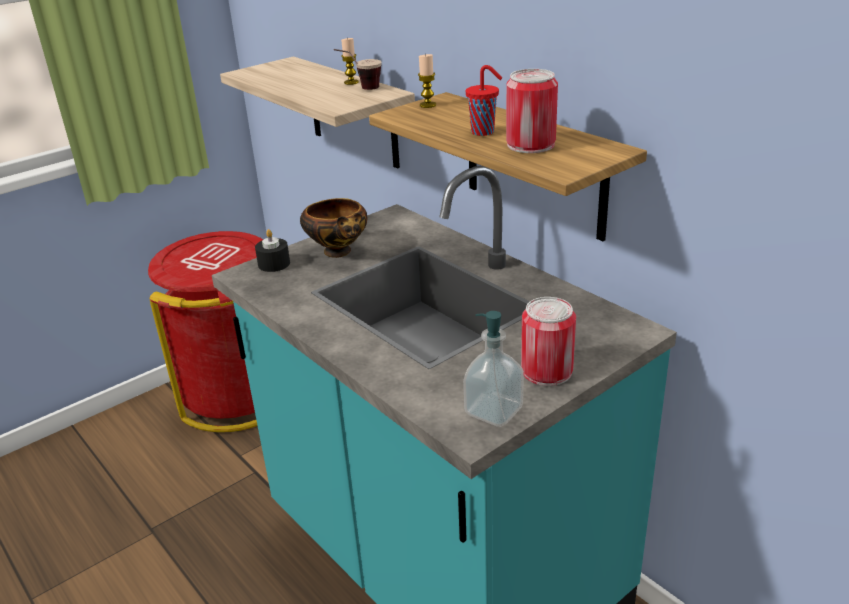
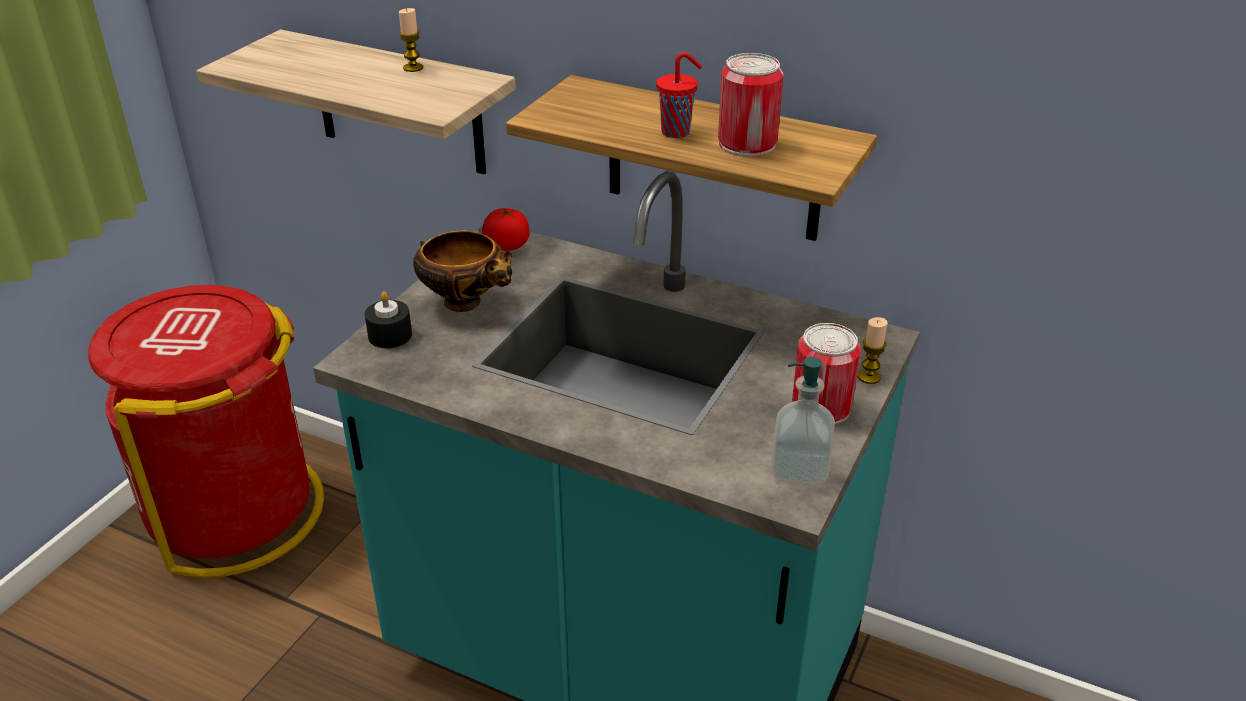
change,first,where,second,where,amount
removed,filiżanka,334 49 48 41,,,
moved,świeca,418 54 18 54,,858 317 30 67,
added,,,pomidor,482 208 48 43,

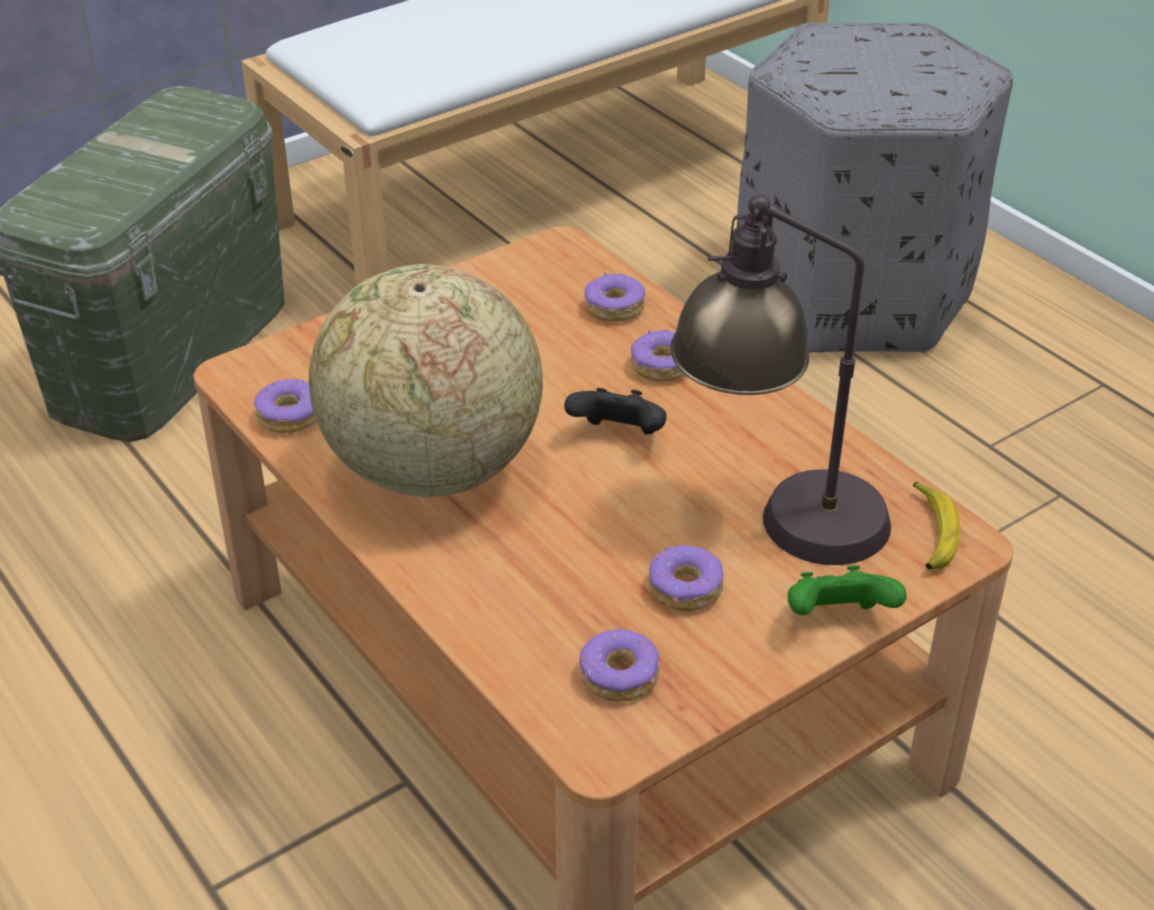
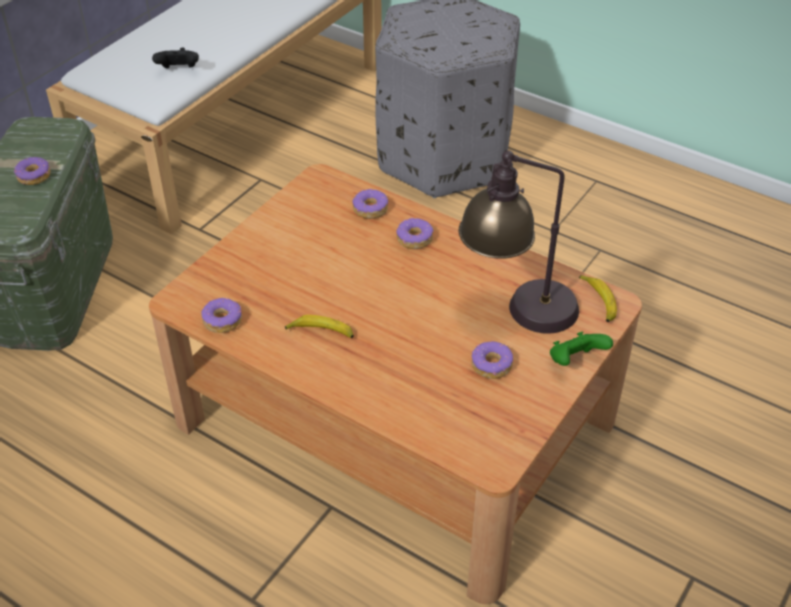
change,first,where,second,where,amount
replaced,globus,309 264 234 233,banan,285 315 69 23,
moved,pad do gier (czarny),564 388 103 46,,152 48 47 20,
moved,donut,580 629 80 72,,14 157 37 28,

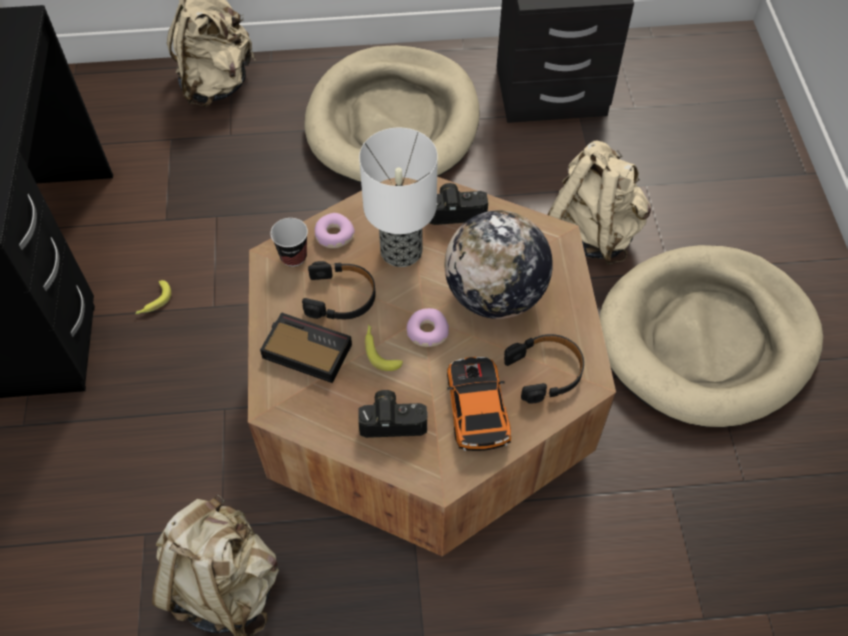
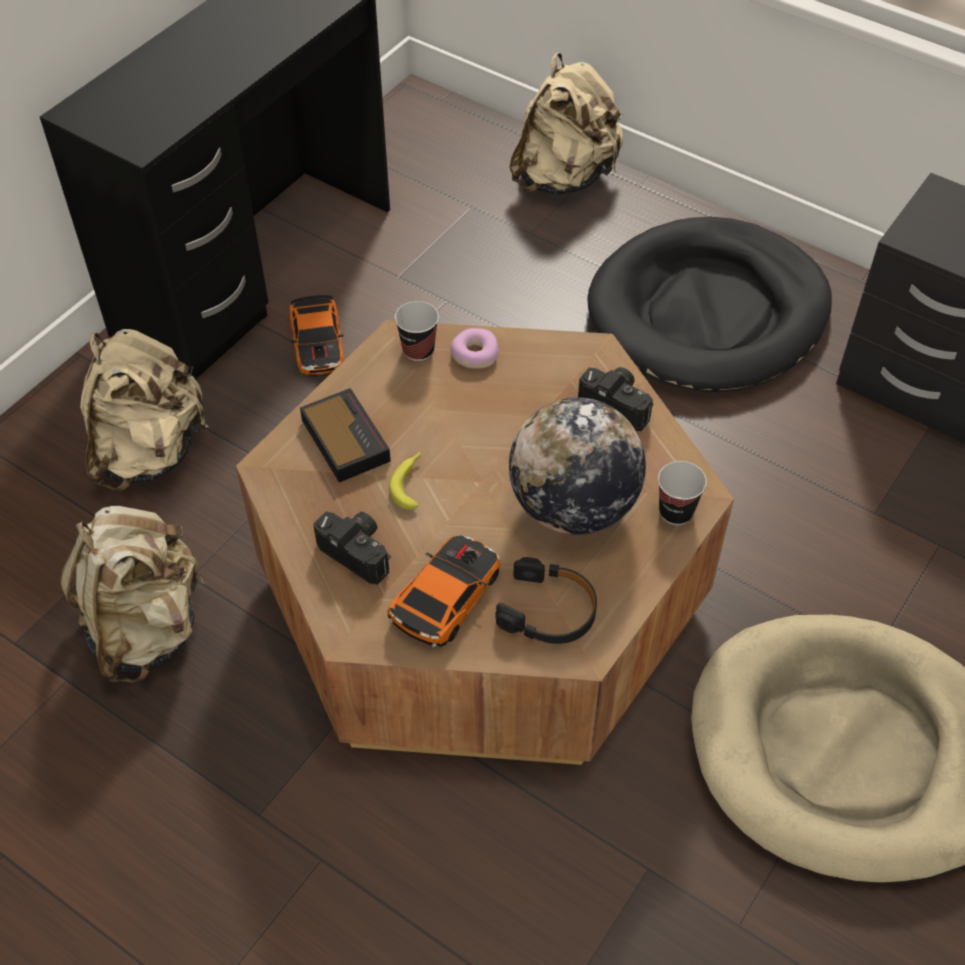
change,first,where,second,where,amount
replaced,banan,136 280 35 34,samochodzik,289 295 55 82,
removed,słuchawki (czarny),302 261 74 59,,,
recoloured,legowisko (beżowy),304 45 176 138,legowisko (czarny),587 217 245 175,
removed,lampa stołowa,359 128 79 139,,,
removed,donut,407 308 42 39,,,
moved,plecak (beżowy),547 140 104 125,,80 329 129 162,
added,,,filiżanka,658 461 49 64,

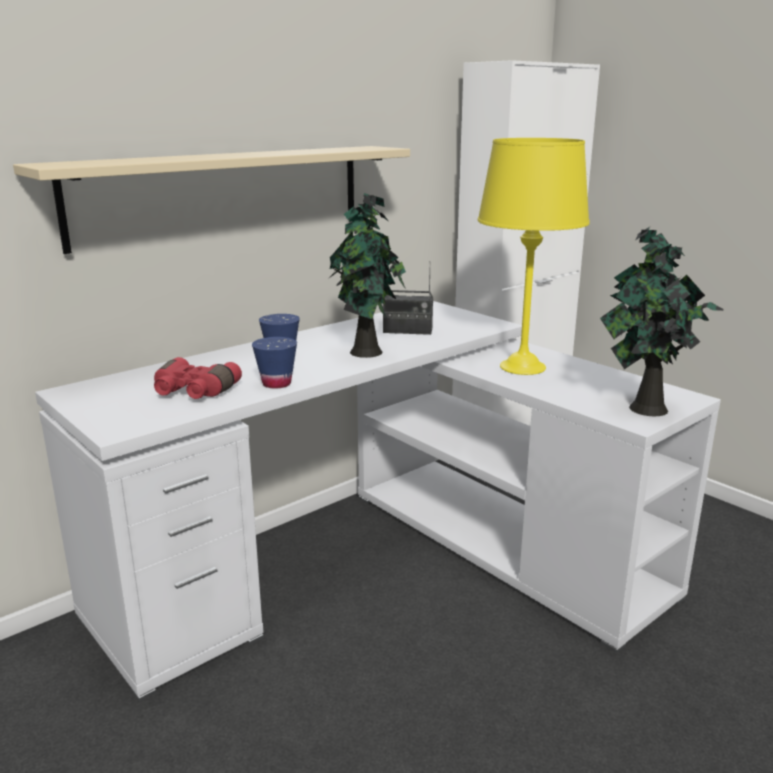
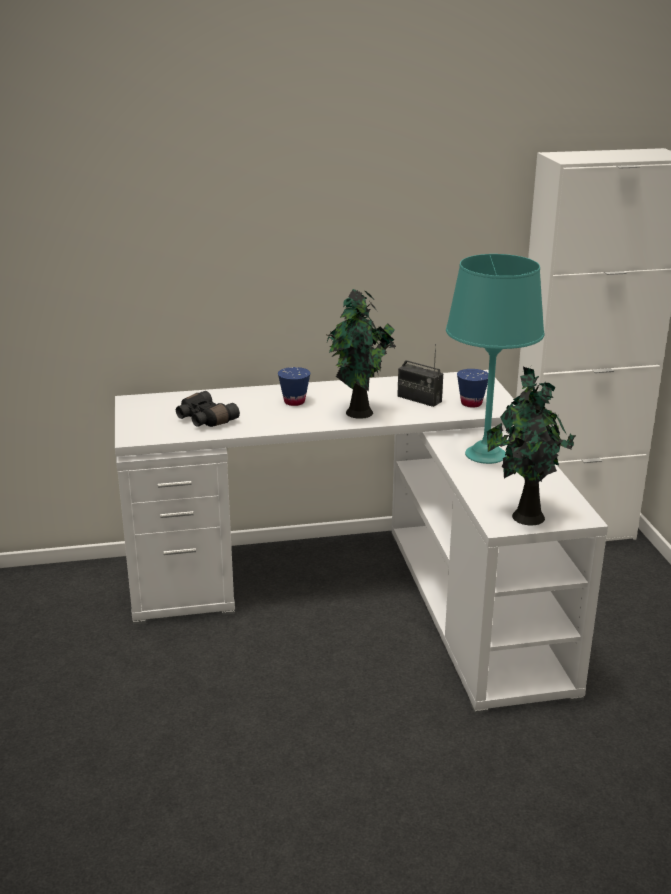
change,first,where,second,where,amount
removed,półka (beżowy),13 146 397 108,,,
recoloured,lornetka (czerwony),154 357 88 42,lornetka (czarny),176 391 64 36,
moved,filiżanka (niebieski),252 337 45 52,,457 369 31 39,
recoloured,lampa stołowa (żółty),478 138 112 237,lampa stołowa (turkusowy),446 254 98 210,

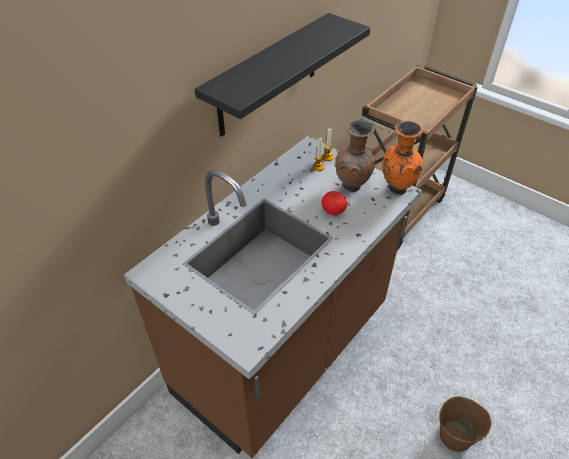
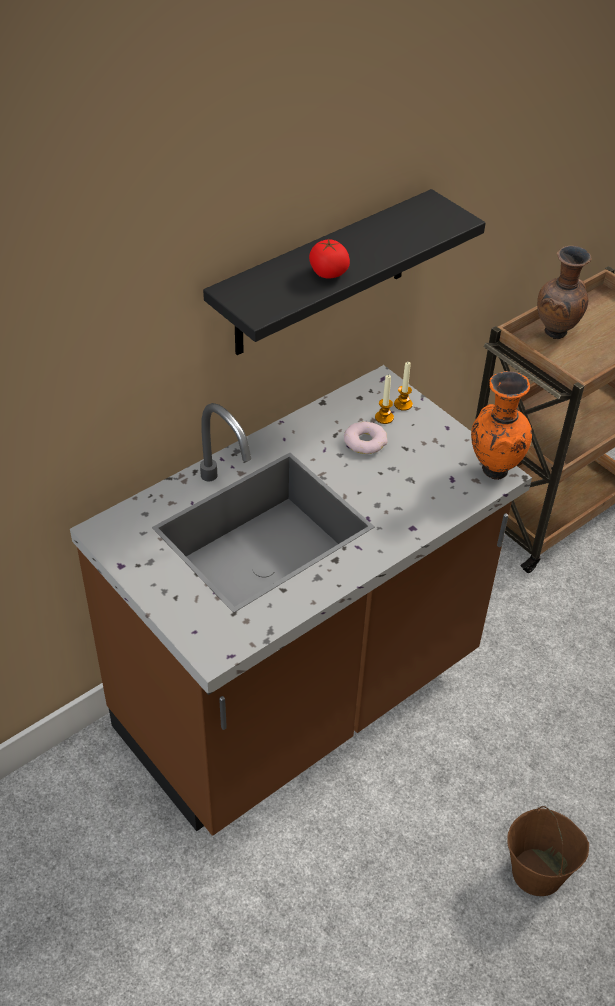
change,first,where,second,where,amount
moved,pomidor,321 191 26 24,,309 238 41 40,
moved,wazon (brązowy),335 120 40 72,,537 246 54 93,
added,,,donut,344 421 44 33,

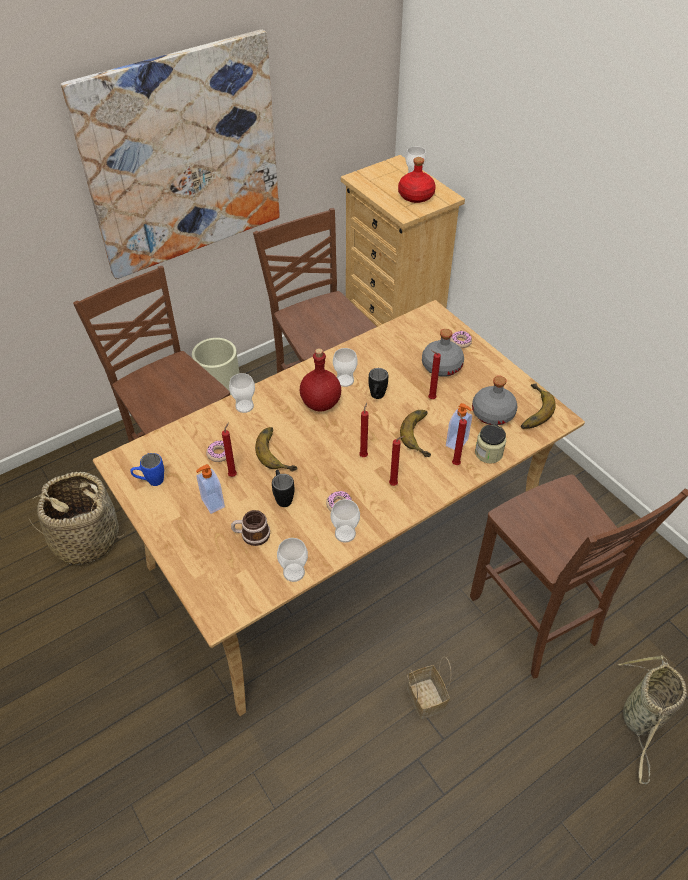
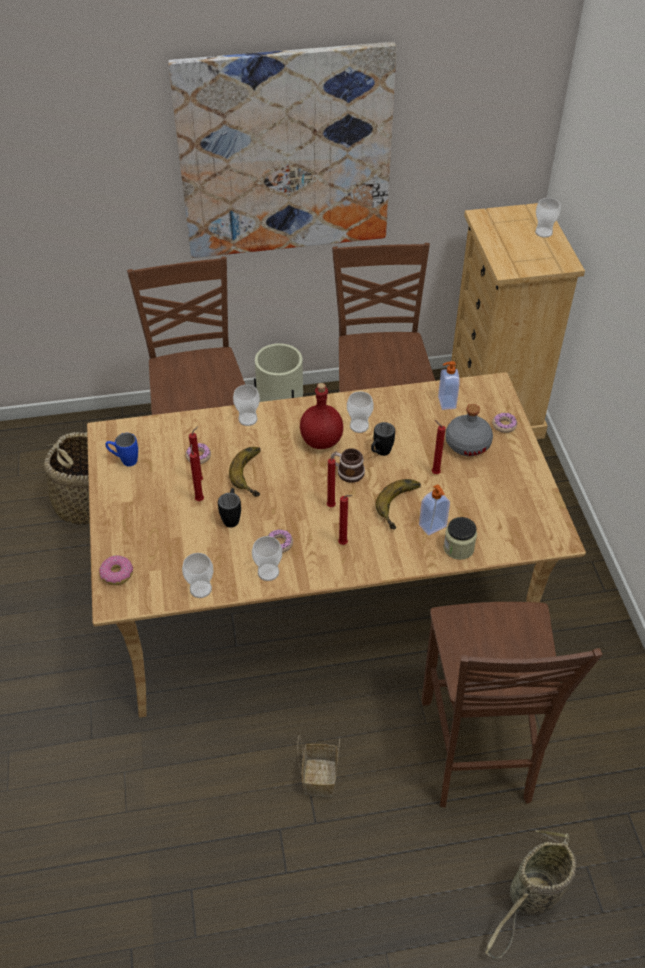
change,first,where,second,where,amount
moved,dozownik mydła,196 464 29 50,,438 361 22 49,
moved,kubek,231 510 39 36,,331 448 34 35,
removed,butelka (czerwony),398 157 38 46,,,
moved,świeca (czerwony),452 412 15 53,,189 444 15 57,
removed,butelka (szary),472 376 46 49,,,
removed,banan,521 383 35 46,,,
added,,,donut,99 555 34 30,

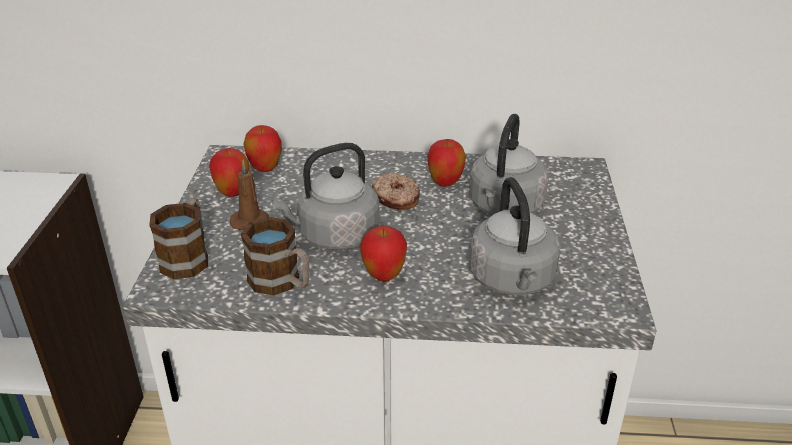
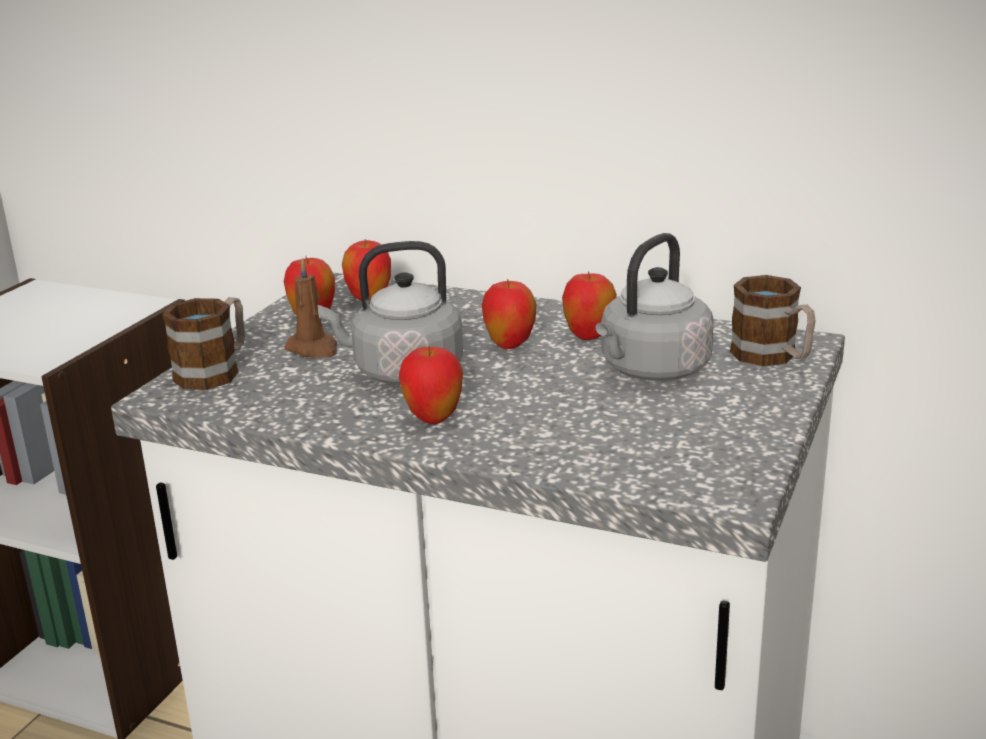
change,first,where,second,where,amount
moved,kubek,241 217 68 79,,730 275 86 91,
replaced,donut,372 173 48 37,jabłko,482 279 55 70,
removed,czajnik (szary),469 177 91 118,,,

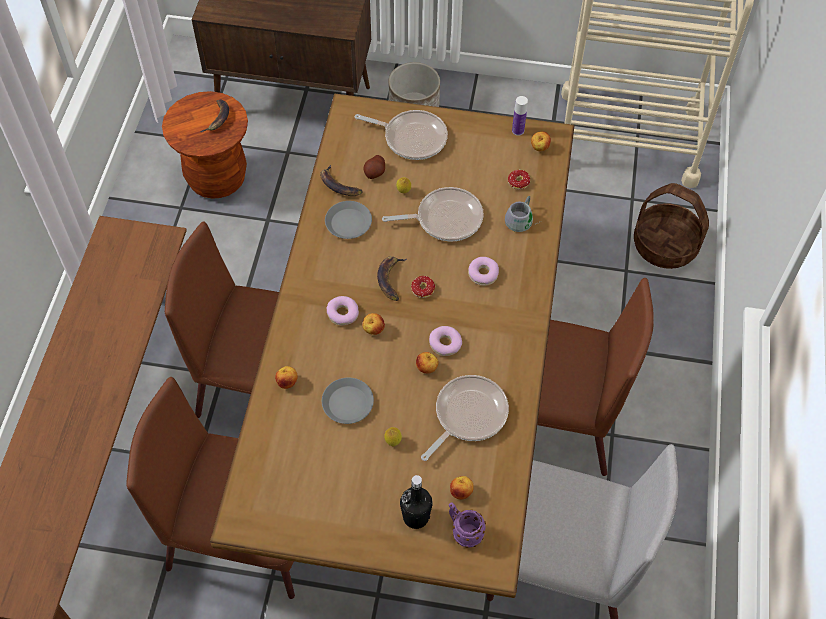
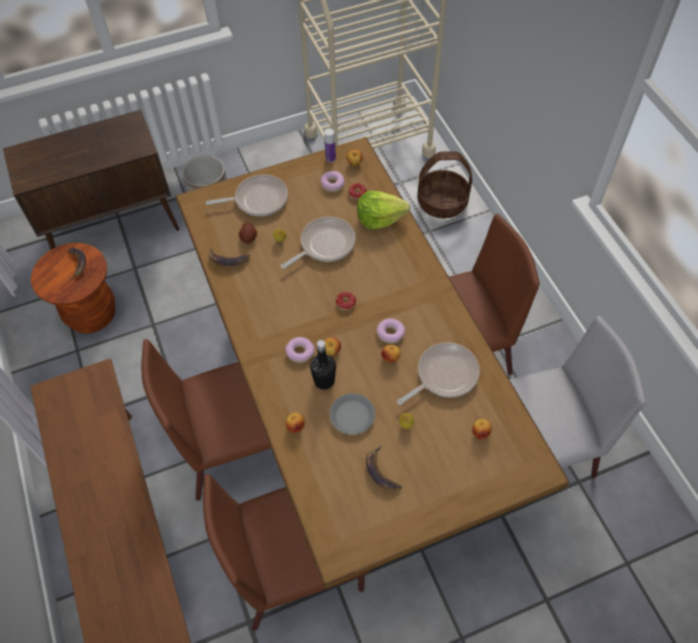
change,first,where,second,where,amount
removed,talerz (szary),325 201 47 38,,,
moved,banan,377 256 30 45,,366 446 36 45,
moved,butelka (czarny),400 475 33 54,,310 340 26 49,
turned,patelnia,421 375 88 86,,397 342 83 63,45 degrees clockwise
removed,kubek (fioletowy),449 502 37 46,,,
moved,donut,468 257 31 29,,321 171 23 21,
replaced,kubek (szary),505 196 35 36,sałata,357 191 53 39,

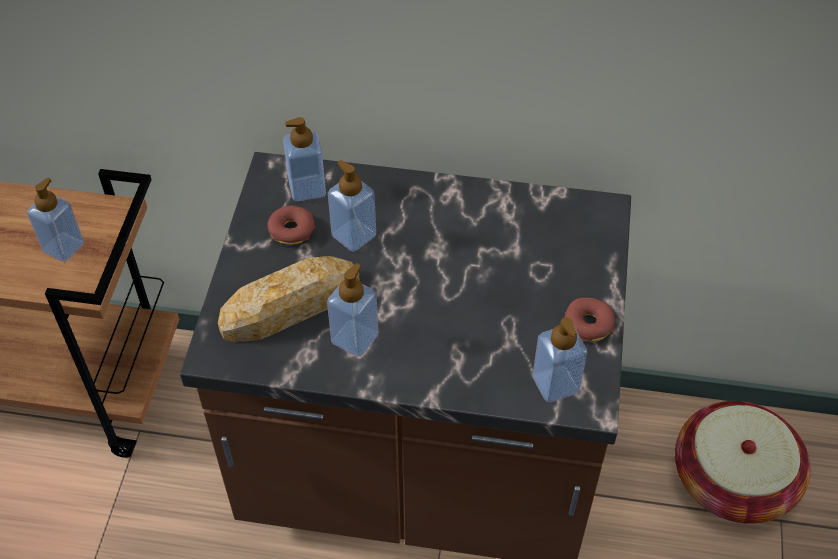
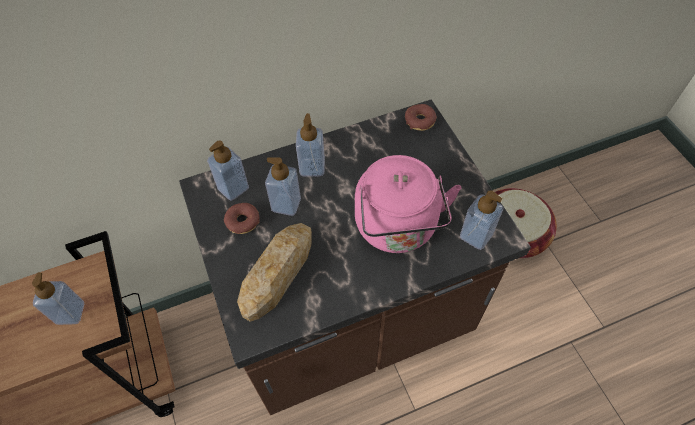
change,first,where,second,where,amount
moved,dozownik mydła,327 263 51 94,,296 113 29 63,
moved,donut,565 297 50 45,,405 104 32 27,
added,,,czajnik (różowy),355 155 106 98,

